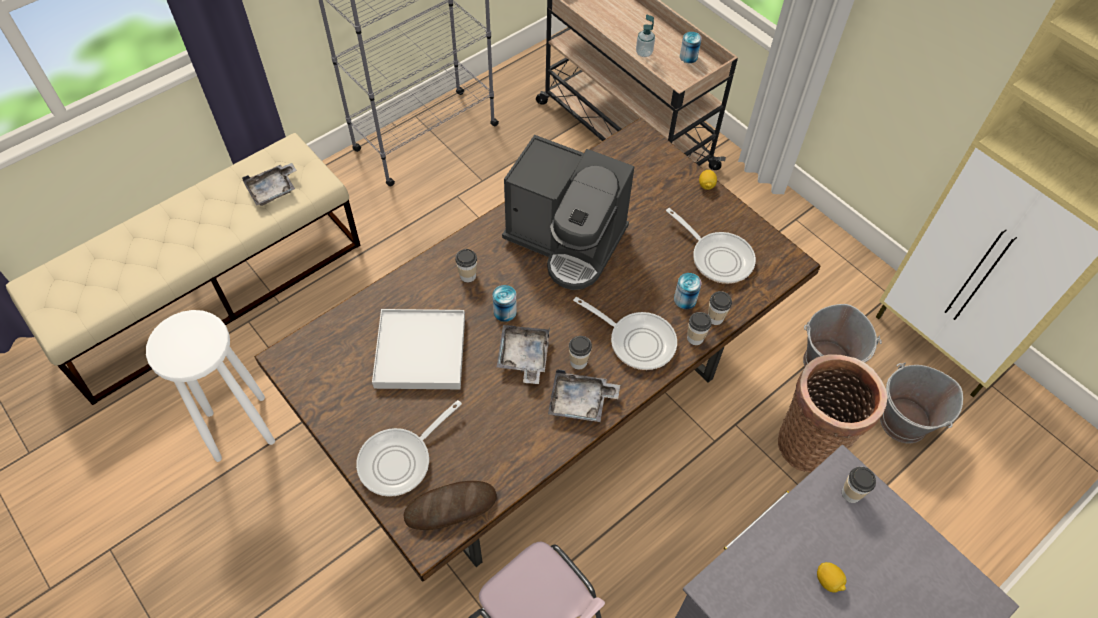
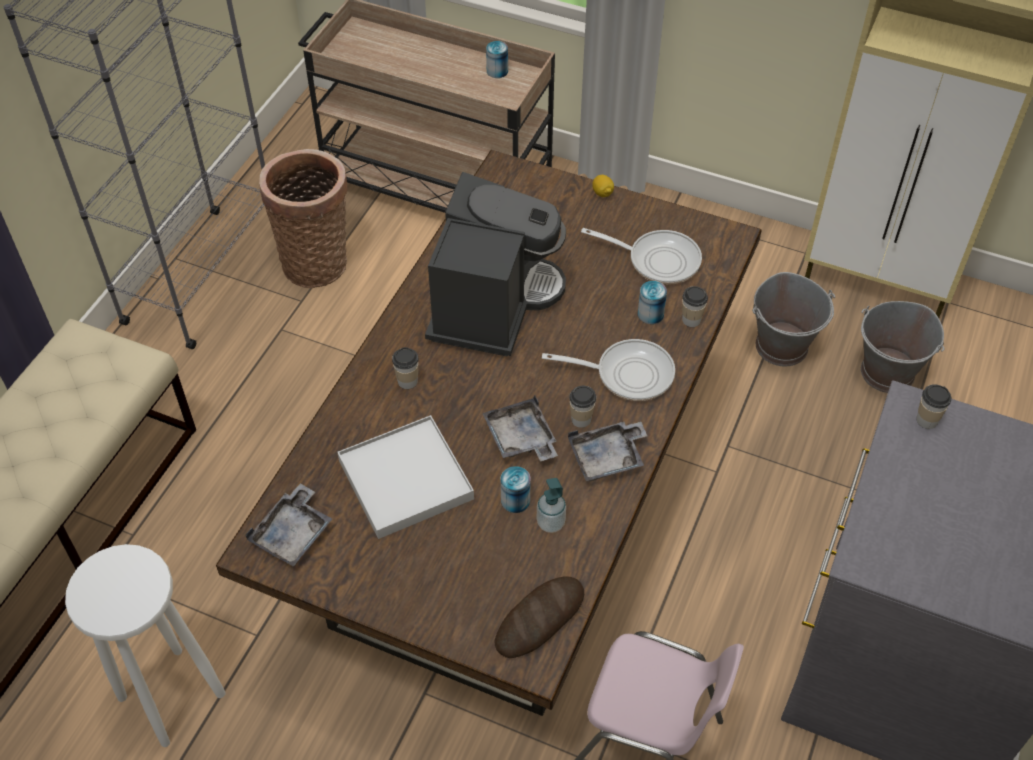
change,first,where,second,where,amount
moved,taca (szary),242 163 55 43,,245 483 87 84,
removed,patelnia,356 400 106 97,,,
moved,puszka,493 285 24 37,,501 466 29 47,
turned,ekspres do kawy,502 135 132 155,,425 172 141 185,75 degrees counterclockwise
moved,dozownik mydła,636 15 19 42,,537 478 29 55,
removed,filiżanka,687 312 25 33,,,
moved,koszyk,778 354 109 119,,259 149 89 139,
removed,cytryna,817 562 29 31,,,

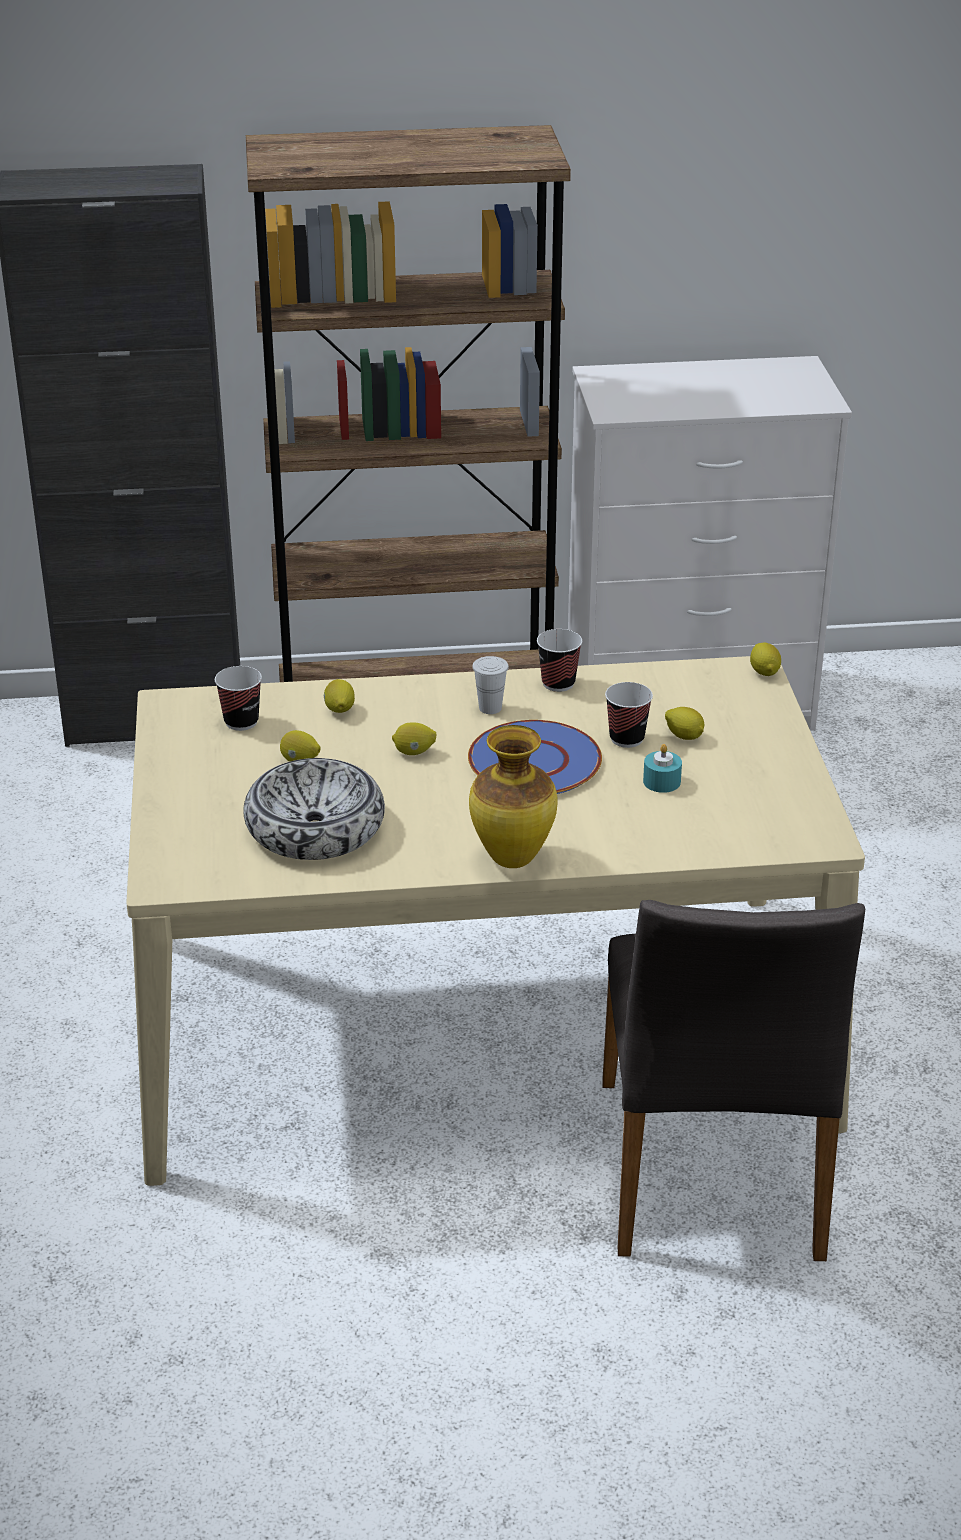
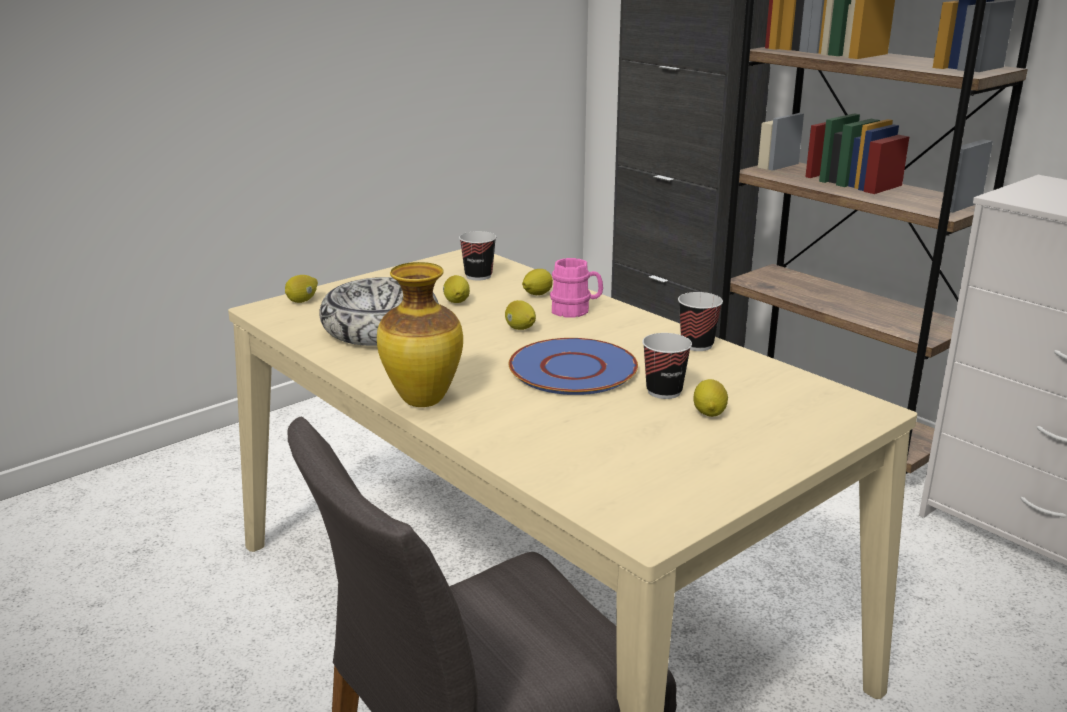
change,first,where,second,where,amount
removed,filiżanka (biały),472 656 37 58,,,
removed,świeca (turkusowy),643 744 39 49,,,
moved,cytryna,750 643 31 33,,285 275 33 28,
added,,,kubek (różowy),550 258 53 60,

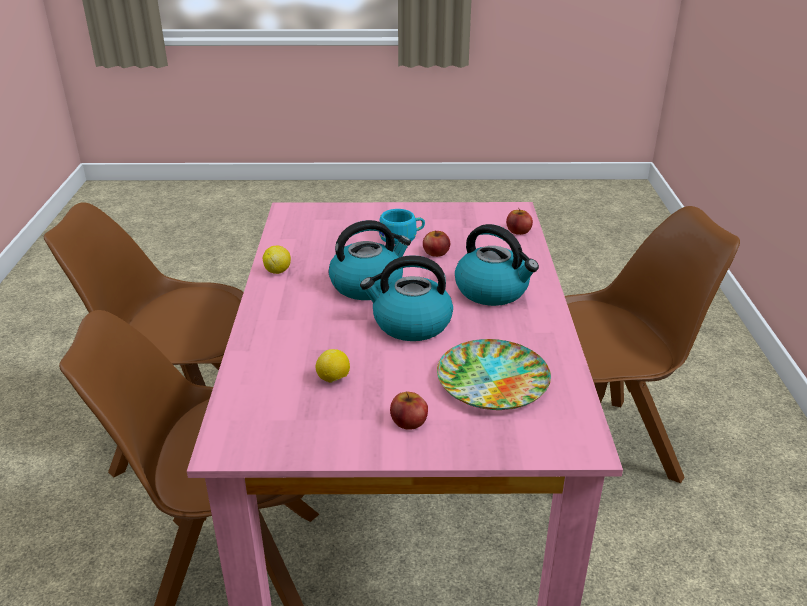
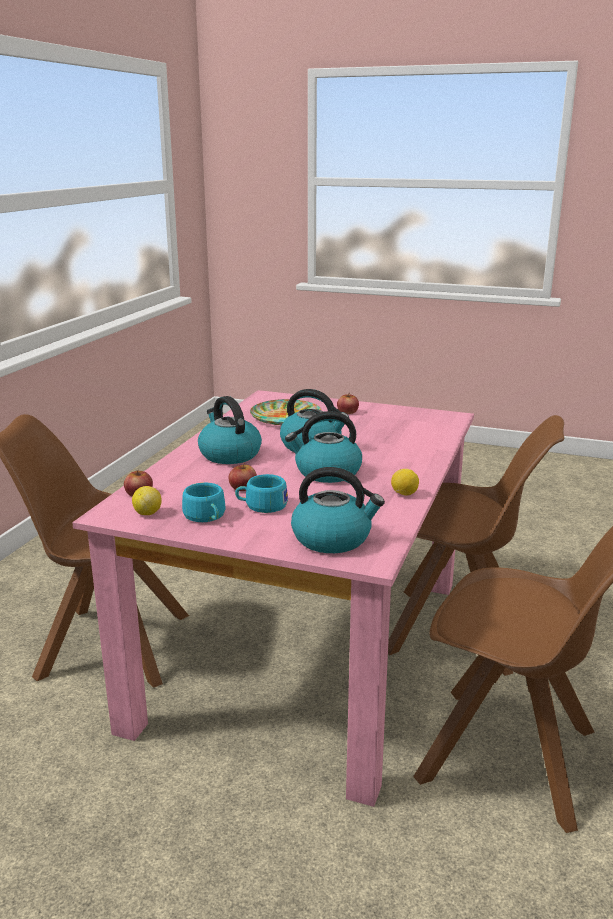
change,first,where,second,where,amount
moved,cytryna,316 349 34 34,,132 486 30 29,
added,,,filiżanka (turkusowy),182 483 44 39,
added,,,czajnik,291 467 94 86,

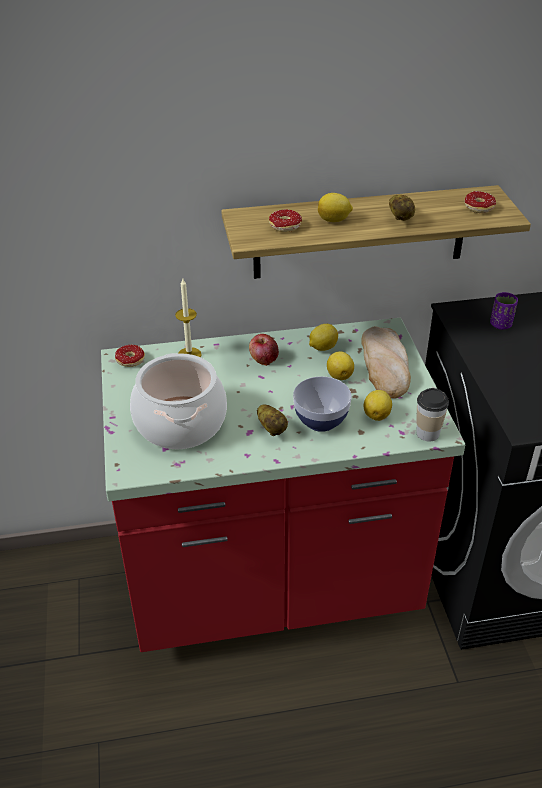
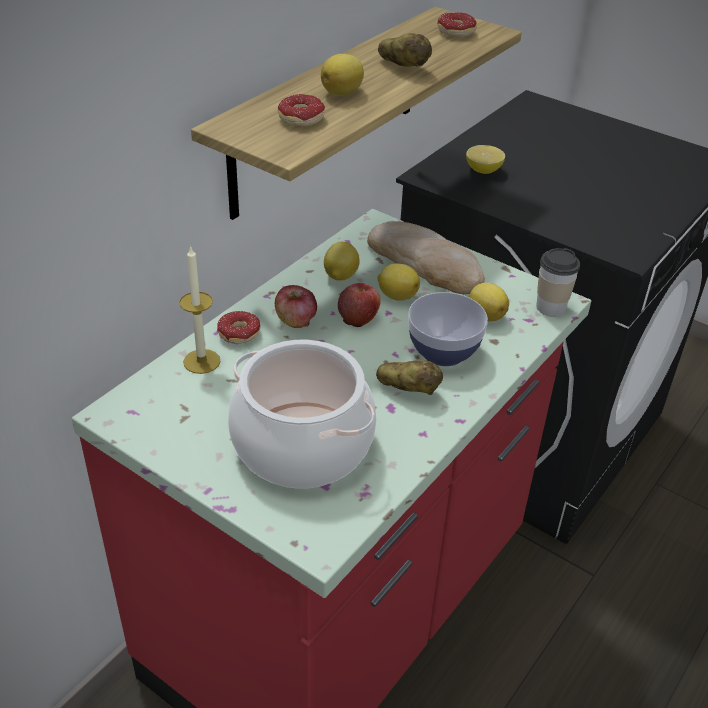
change,first,where,second,where,amount
moved,donut,115 344 30 23,,217 311 44 33,
replaced,filiżanka (fioletowy),490 292 28 38,cytryna,466 145 39 29,
added,,,jabłko,338 283 43 44,

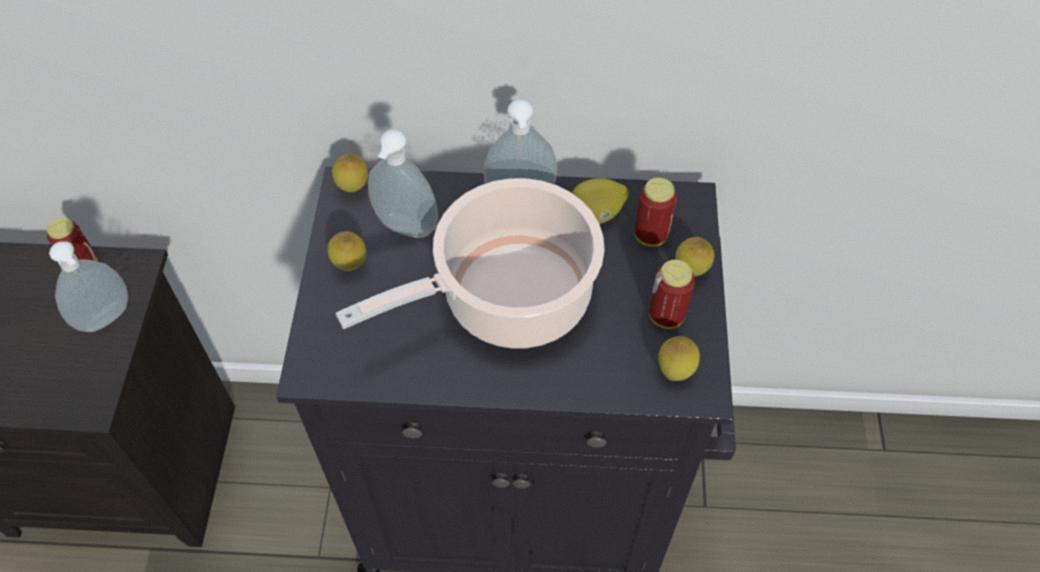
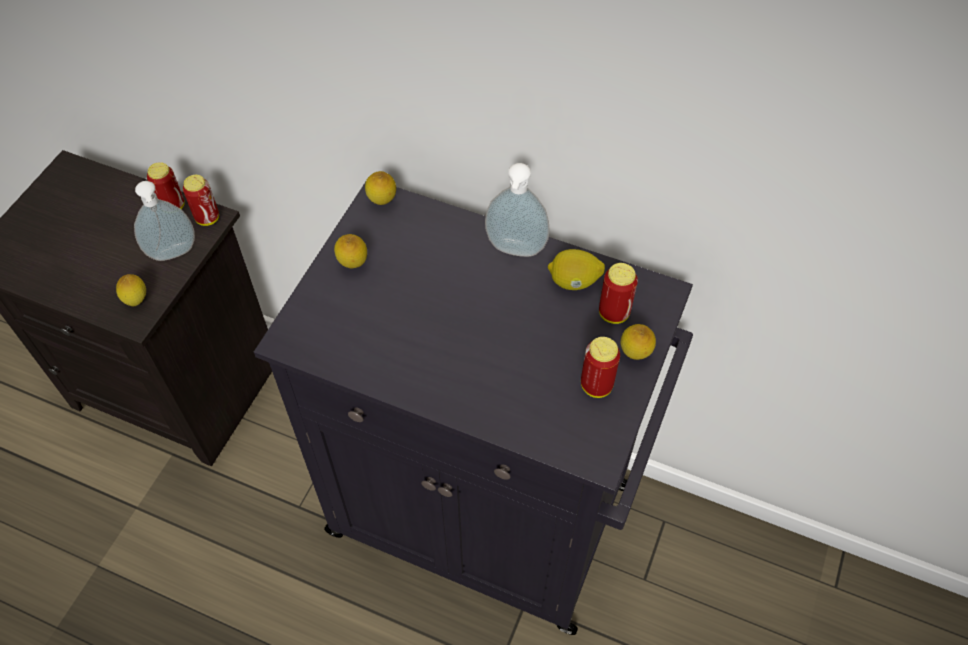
change,first,where,second,where,amount
removed,garnek,336 178 269 171,,,
removed,dozownik mydła,368 129 70 109,,,
moved,cytryna,658 336 42 45,,116 274 30 33,
added,,,puszka,183 175 36 51,

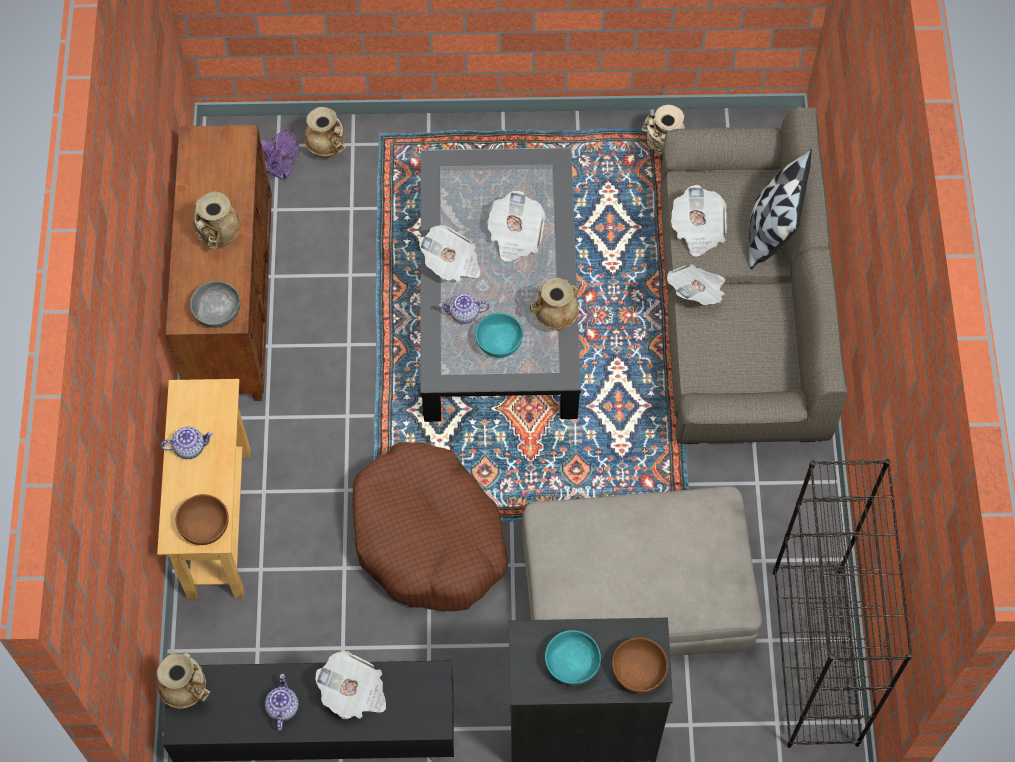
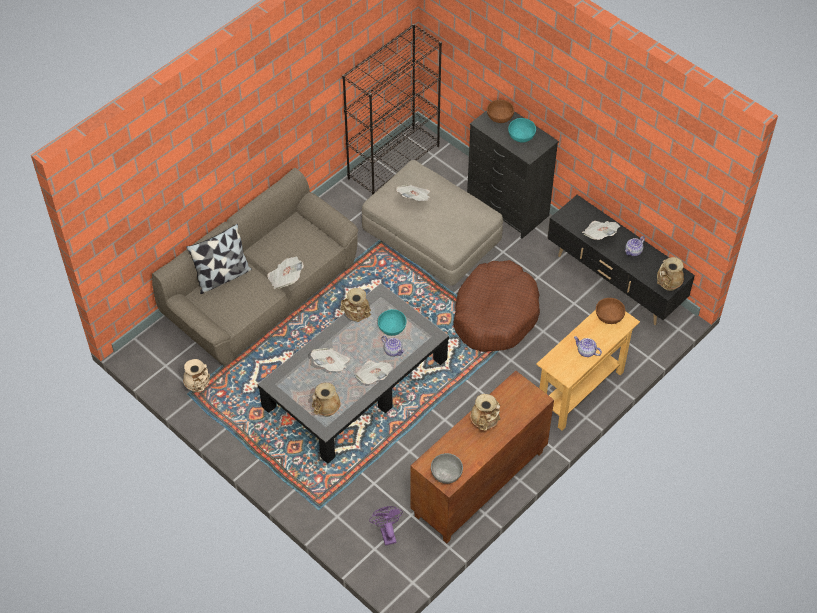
change,first,where,second,where,amount
moved,miska (szary),190 281 51 47,,431 453 32 31,
moved,wazon (beżowy),305 107 41 51,,312 383 29 33,
moved,gazeta,670 185 57 72,,396 184 34 17,

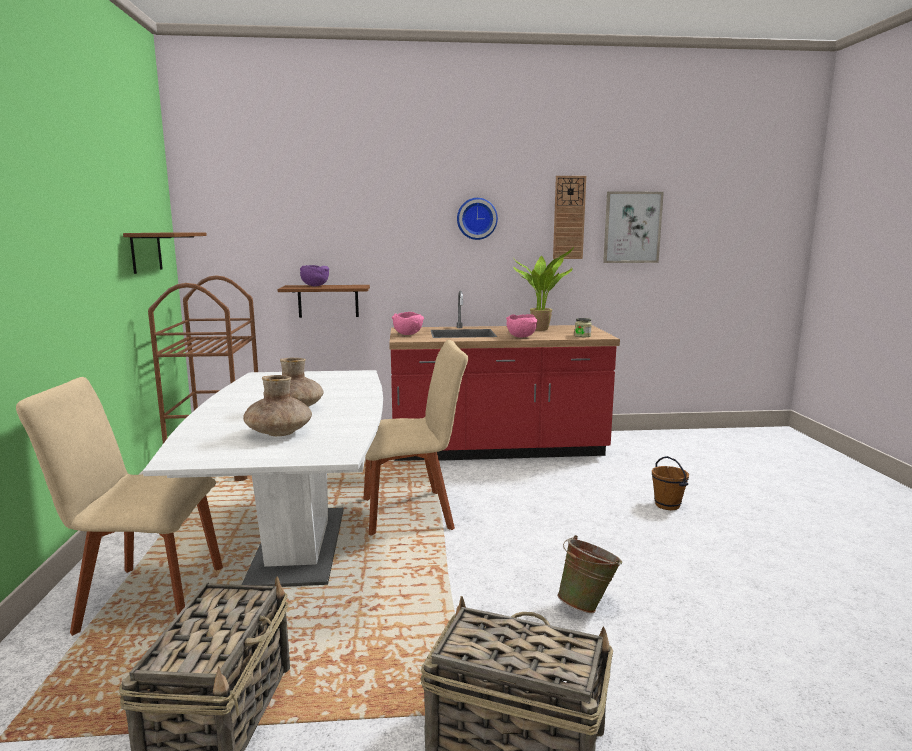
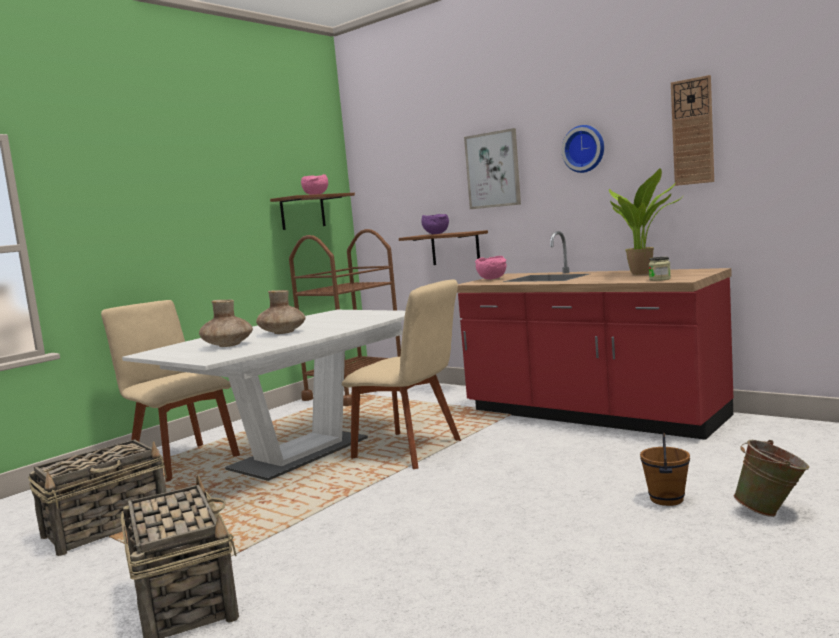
change,first,where,second,where,amount
moved,miska (różowy),506 314 31 23,,301 174 27 21,
moved,wiadro (zielony),557 535 65 78,,734 440 75 77,
moved,obraz,603 191 61 72,,464 128 57 81,

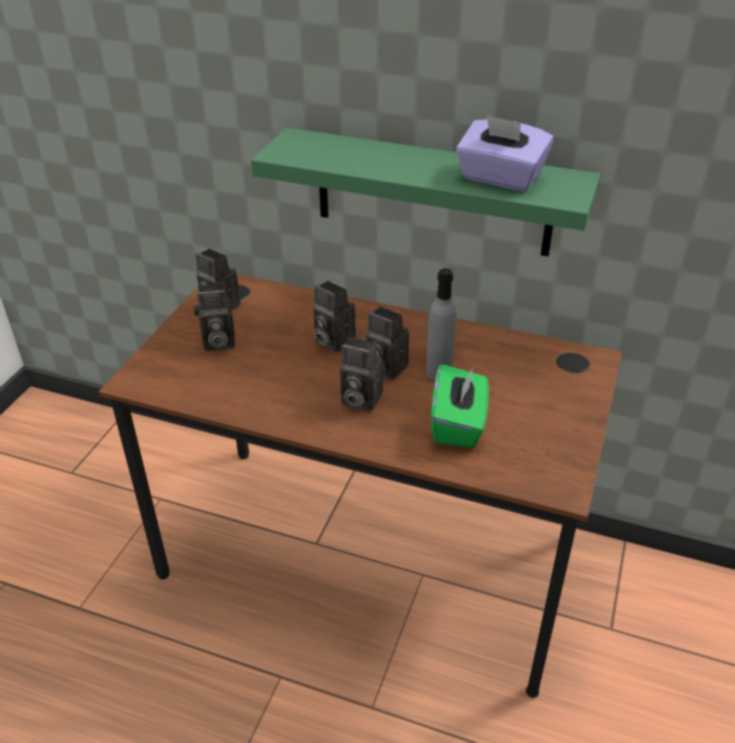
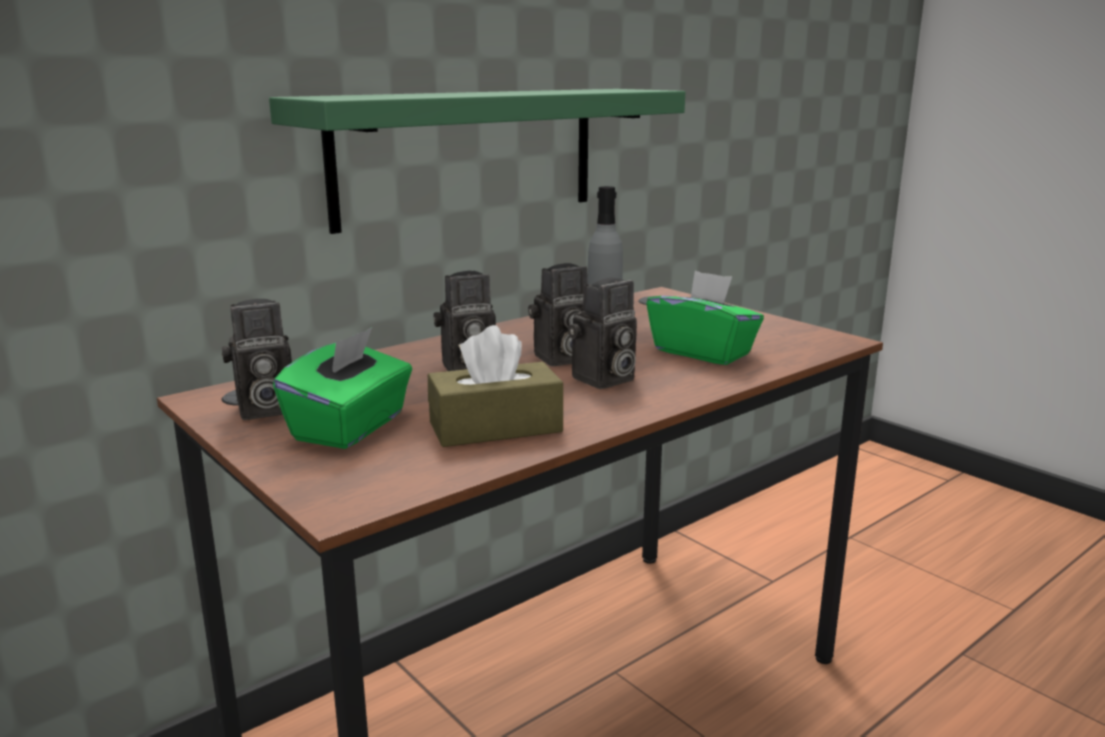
change,first,where,second,where,amount
replaced,aparat fotograficzny,194 283 41 68,pudełko chusteczek (zielony),273 327 139 122,
removed,pudełko chusteczek (fioletowy),456 115 97 76,,,
added,,,pudełko chusteczek (brązowy),428 325 135 122,

